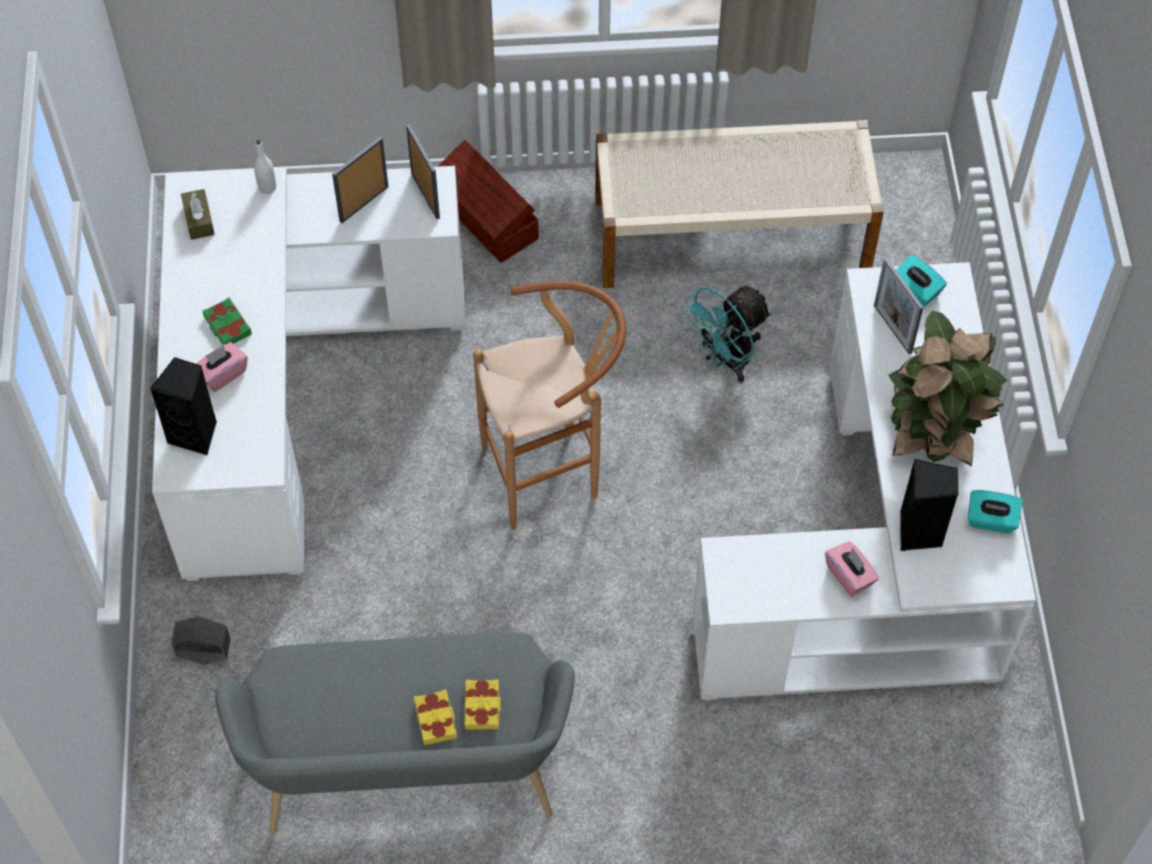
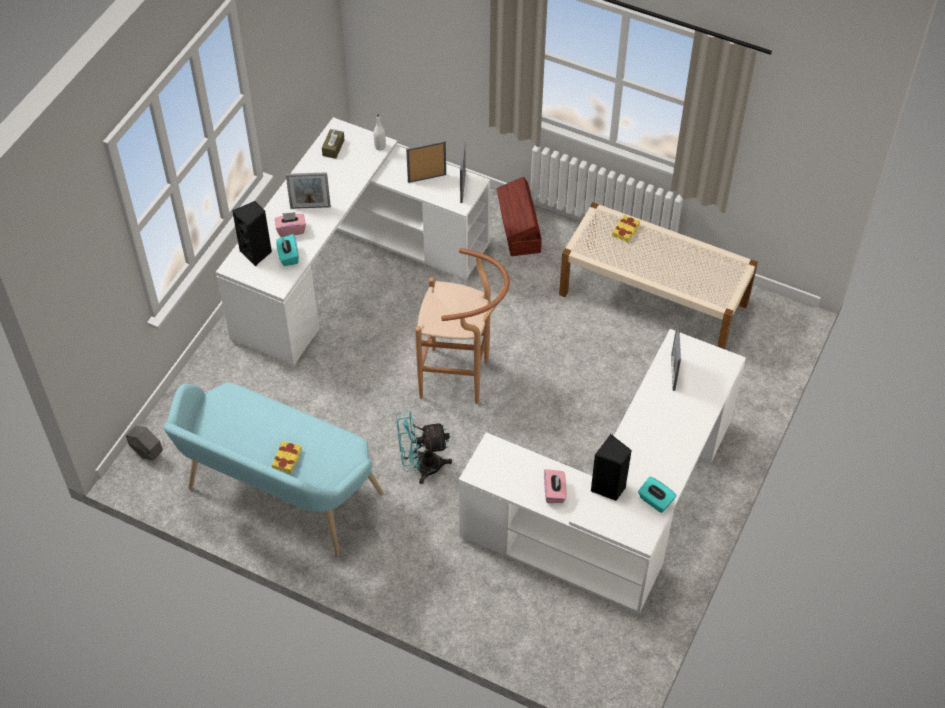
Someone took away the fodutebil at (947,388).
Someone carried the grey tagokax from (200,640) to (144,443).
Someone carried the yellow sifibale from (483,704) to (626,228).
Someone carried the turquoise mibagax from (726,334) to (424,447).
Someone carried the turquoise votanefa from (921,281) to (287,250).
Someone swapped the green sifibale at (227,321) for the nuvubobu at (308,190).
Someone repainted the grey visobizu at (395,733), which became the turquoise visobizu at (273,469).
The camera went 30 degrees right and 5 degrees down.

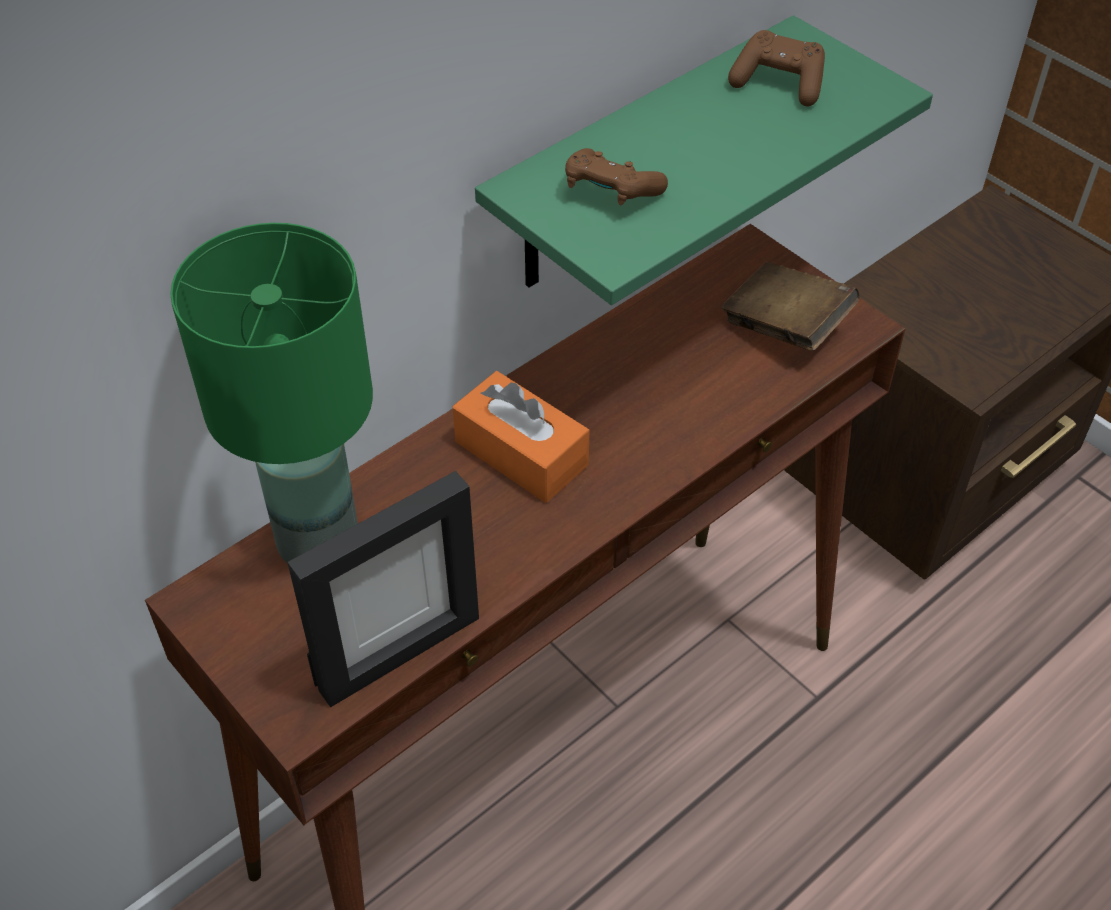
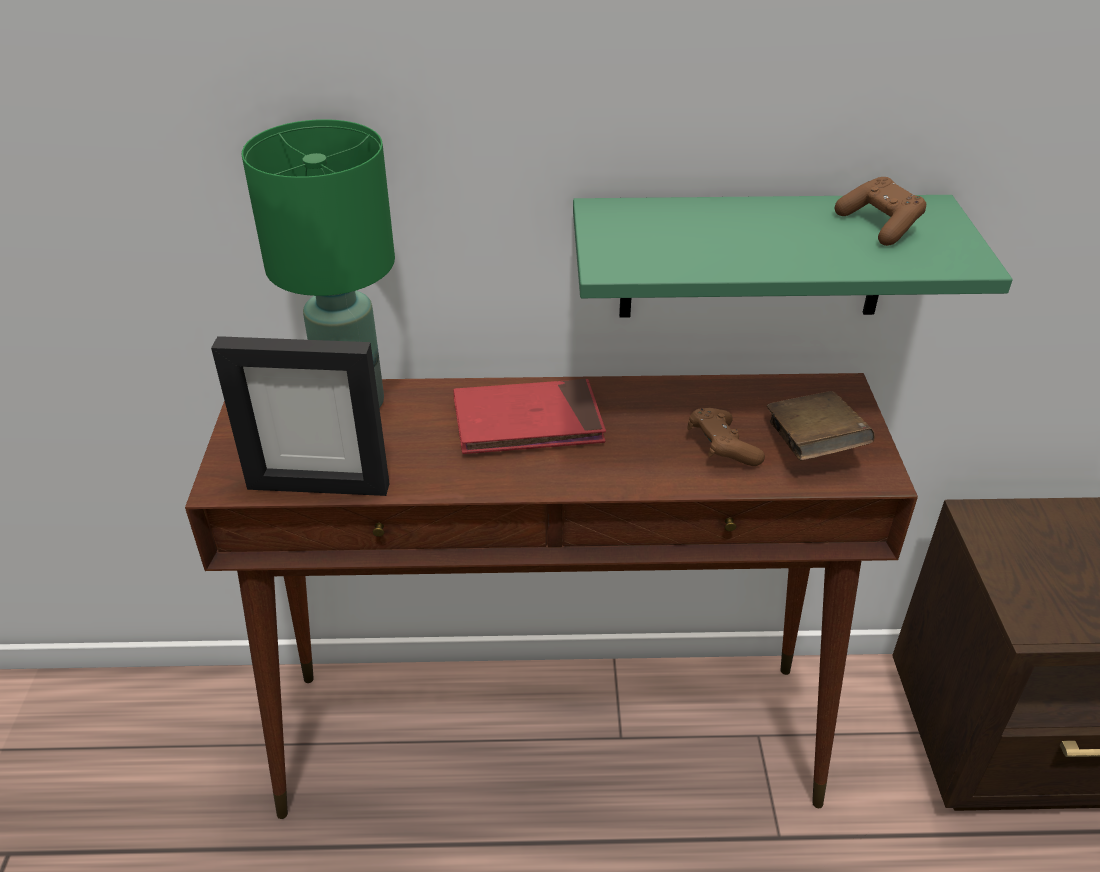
Someone carried the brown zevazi from (616,176) to (726,437).
Someone swapped the orange votanefa at (521,437) for the red sifibale at (529,416).
The camera went 40 degrees right and 10 degrees down.

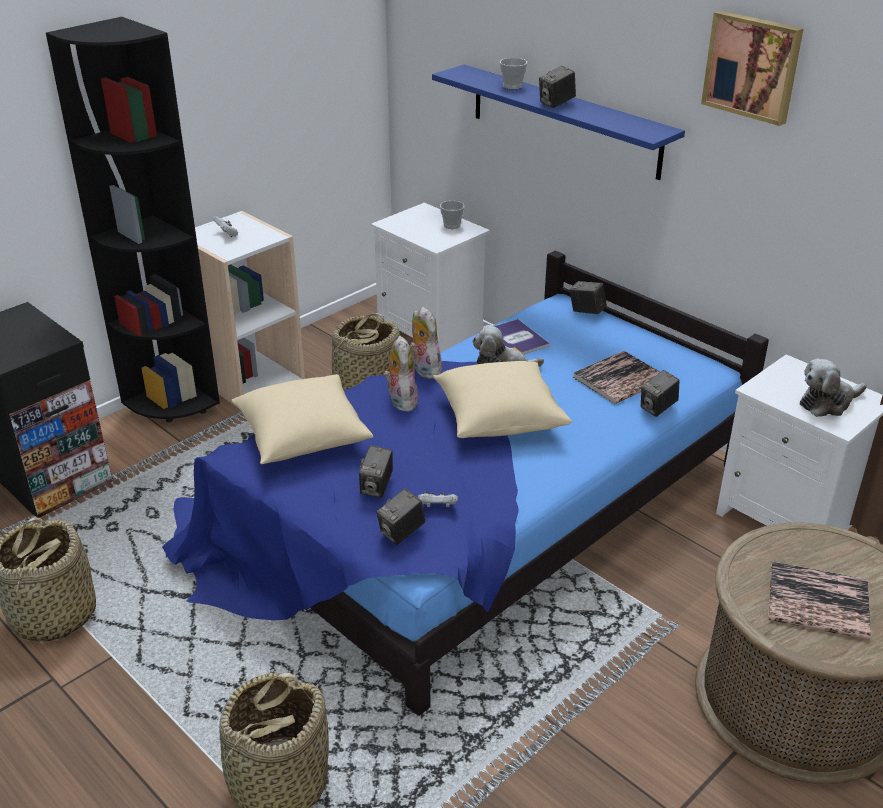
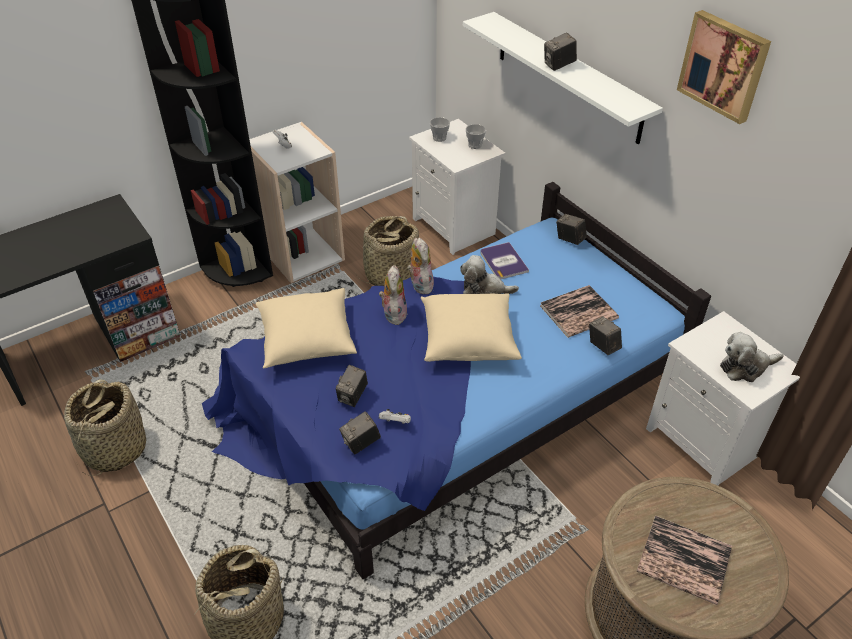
Someone carried the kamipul from (513,73) to (440,129).
Someone repainted the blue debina at (558,122), which became the white debina at (563,78).
Someone rotated the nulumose at (660,393) by 90 degrees clockwise.
The camera went 10 degrees right and 10 degrees up.

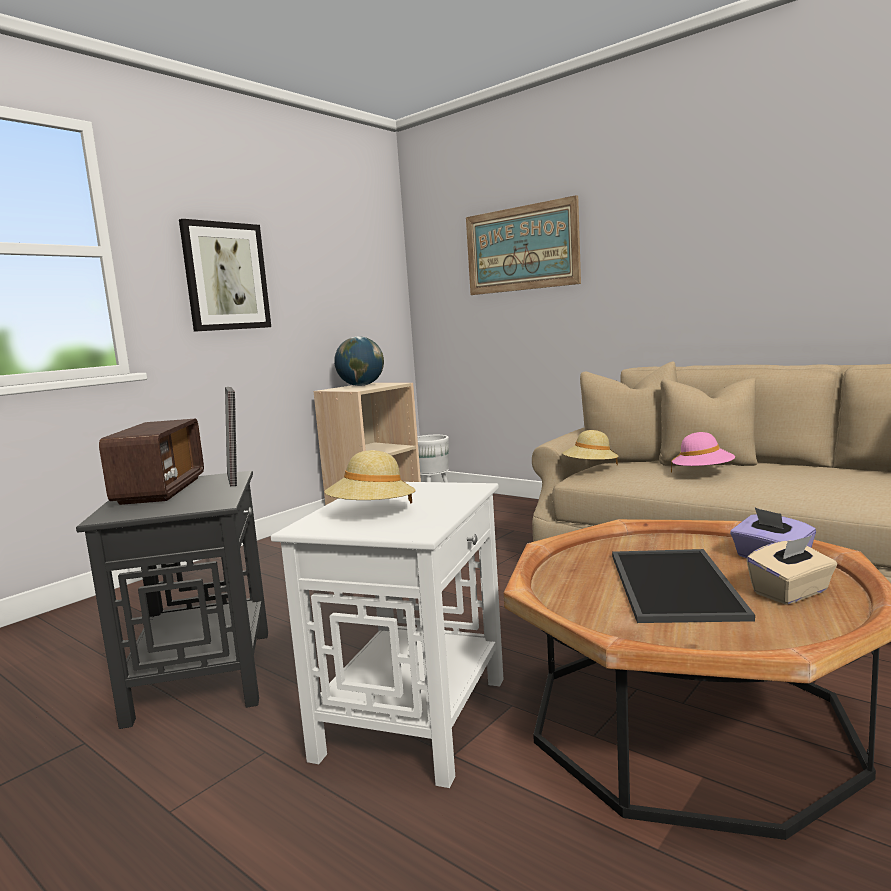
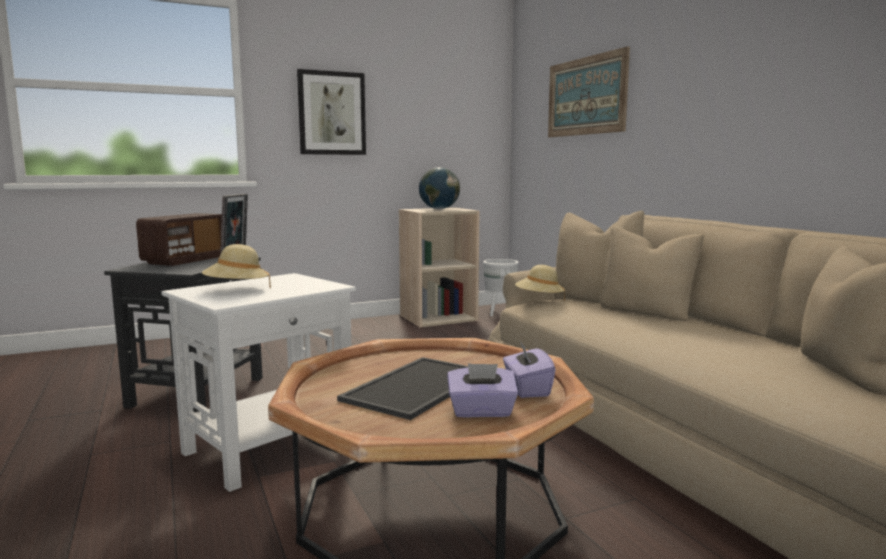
Someone took away the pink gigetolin at (703,452).
Someone repainted the beige votanefa at (791,570), which became the purple votanefa at (482,390).
The camera went 25 degrees right and 0 degrees up.

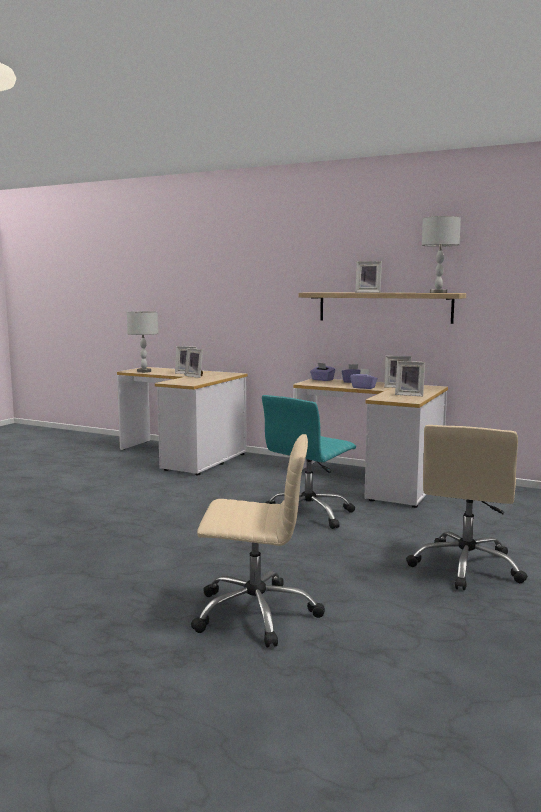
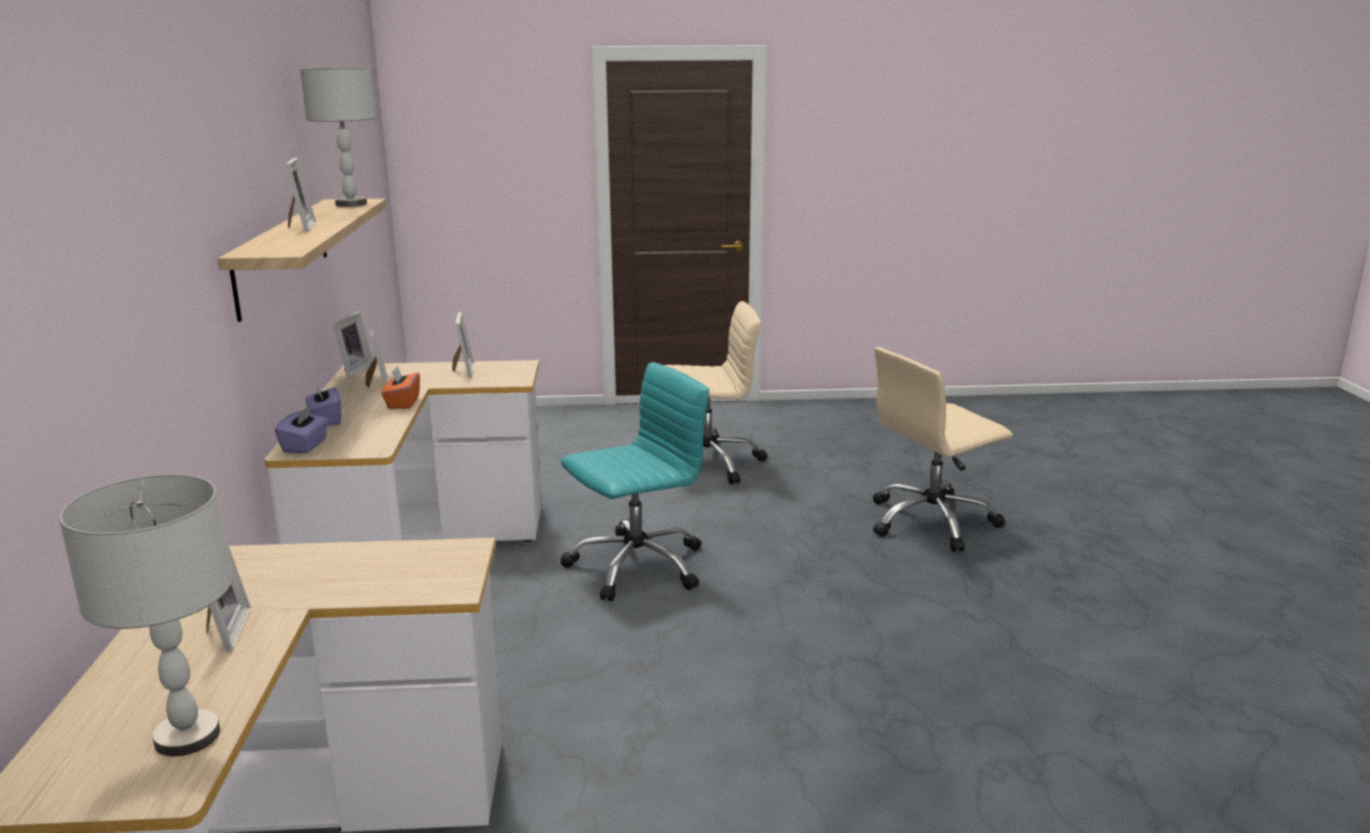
Someone carried the nuvubobu from (193,363) to (353,345).
Someone repainted the purple votanefa at (364,379), which became the orange votanefa at (401,387).
Someone rotated the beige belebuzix at (258,541) by 90 degrees counterclockwise.
Someone rotated the turquoise belebuzix at (309,462) by 45 degrees counterclockwise.
The camera went 120 degrees left and 10 degrees up.

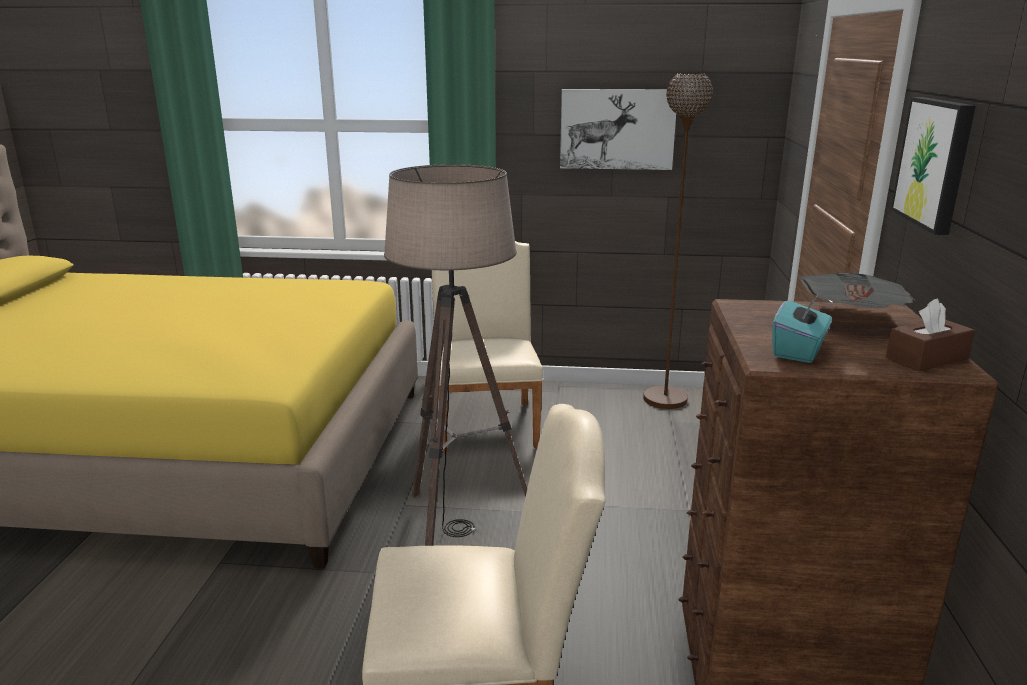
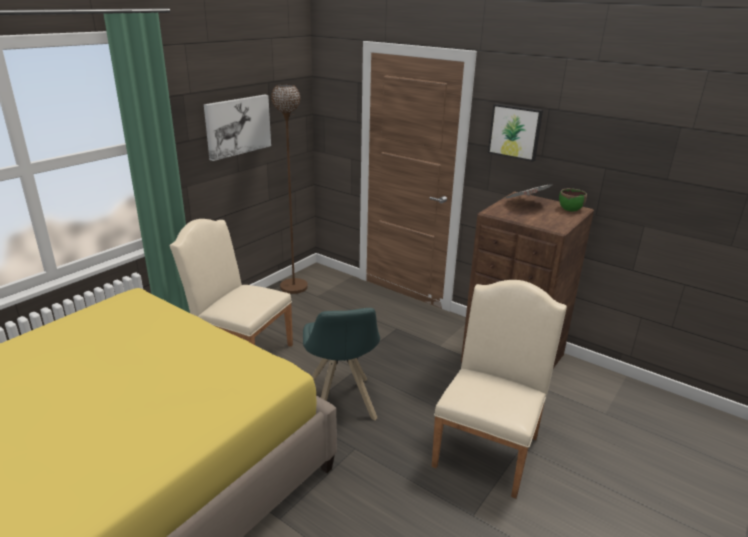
Someone took away the turquoise votanefa at (802,328).
Someone swapped the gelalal at (455,355) for the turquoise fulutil at (341,364).
Someone swapped the brown votanefa at (930,334) for the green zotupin at (573,199).
The camera went 60 degrees left and 5 degrees up.

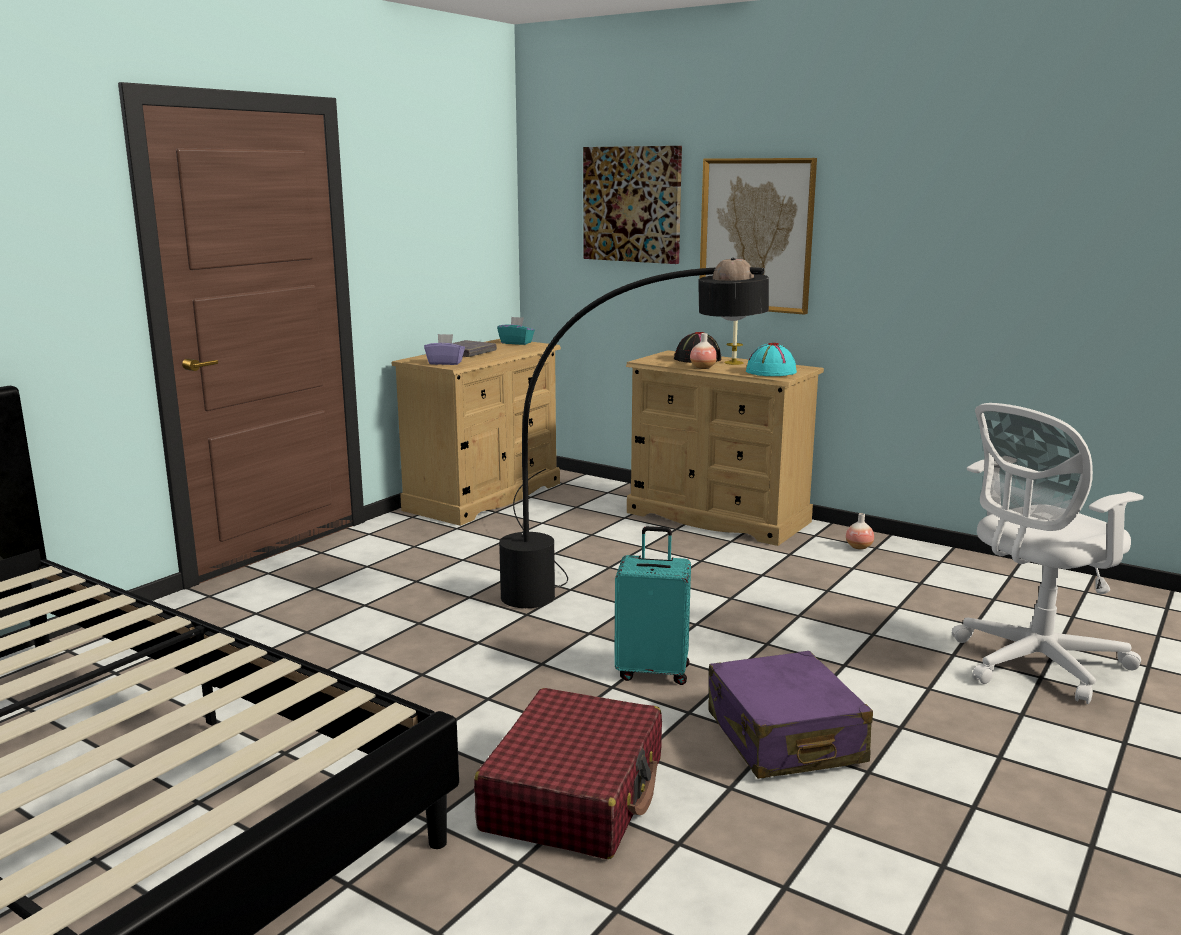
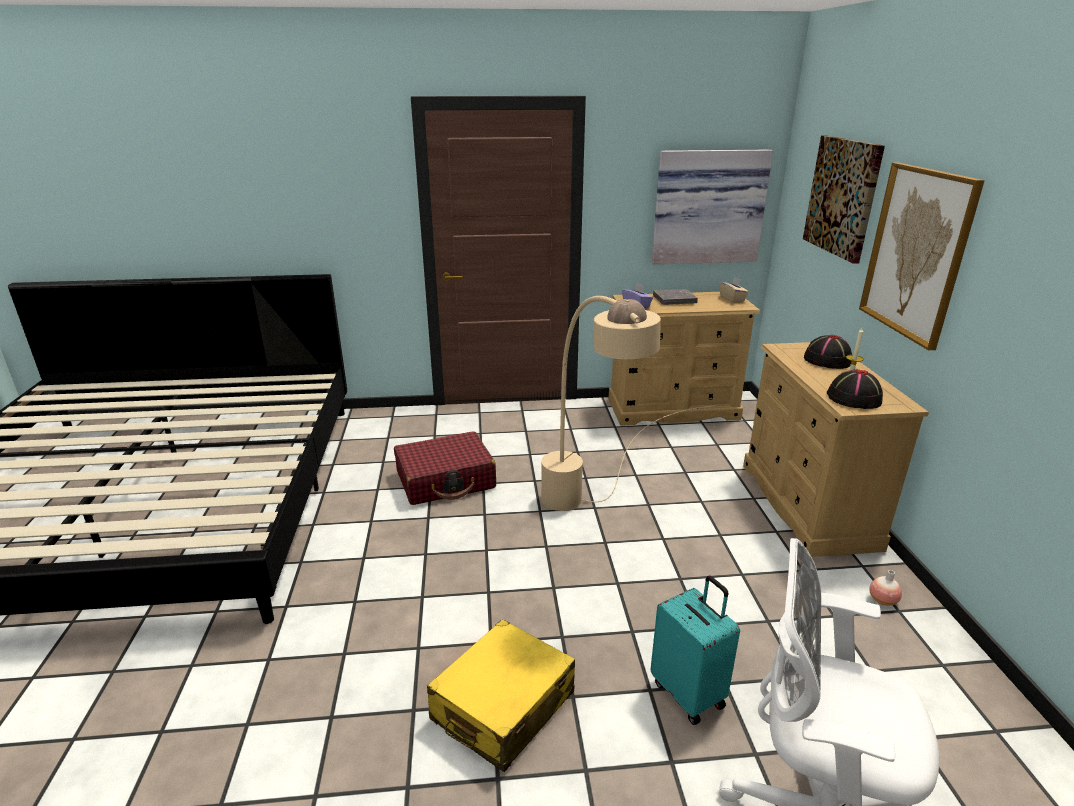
Someone took away the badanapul at (703,351).
Someone put up the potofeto at (712,206).
Someone carried the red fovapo from (568,773) to (445,468).
Someone carried the turquoise fovapo from (652,605) to (695,650).
Someone repainted the turquoise votanefa at (516,331), which became the beige votanefa at (733,290).
Someone repainted the black gelalal at (634,433), which became the beige gelalal at (627,403).
Someone repainted the purple fovapo at (790,715), which became the yellow fovapo at (501,695).
Someone repainted the turquoise gigetolin at (771,359), which became the black gigetolin at (855,389).
The camera went 50 degrees right and 10 degrees up.

